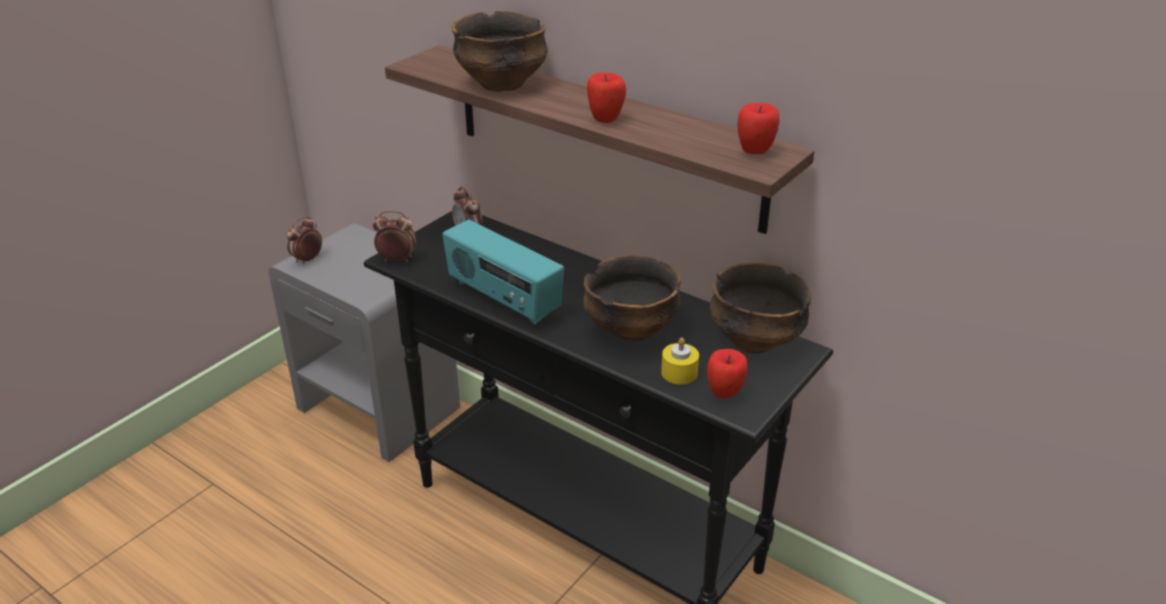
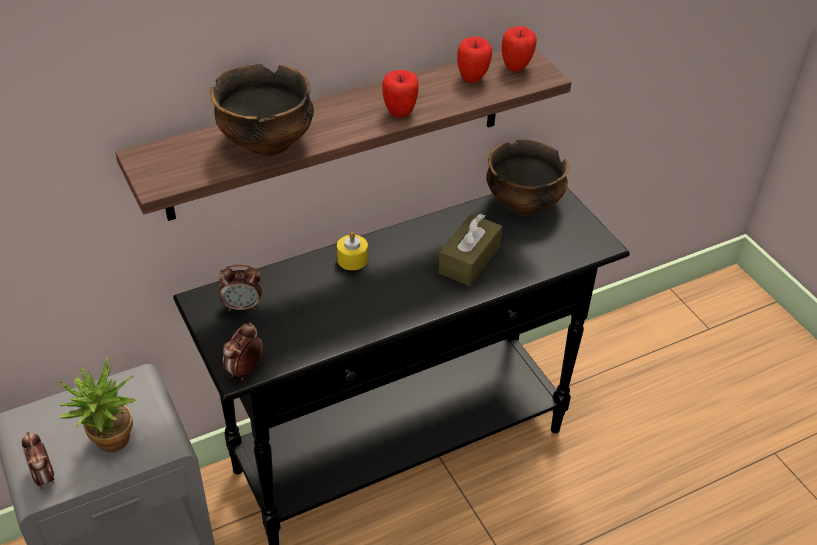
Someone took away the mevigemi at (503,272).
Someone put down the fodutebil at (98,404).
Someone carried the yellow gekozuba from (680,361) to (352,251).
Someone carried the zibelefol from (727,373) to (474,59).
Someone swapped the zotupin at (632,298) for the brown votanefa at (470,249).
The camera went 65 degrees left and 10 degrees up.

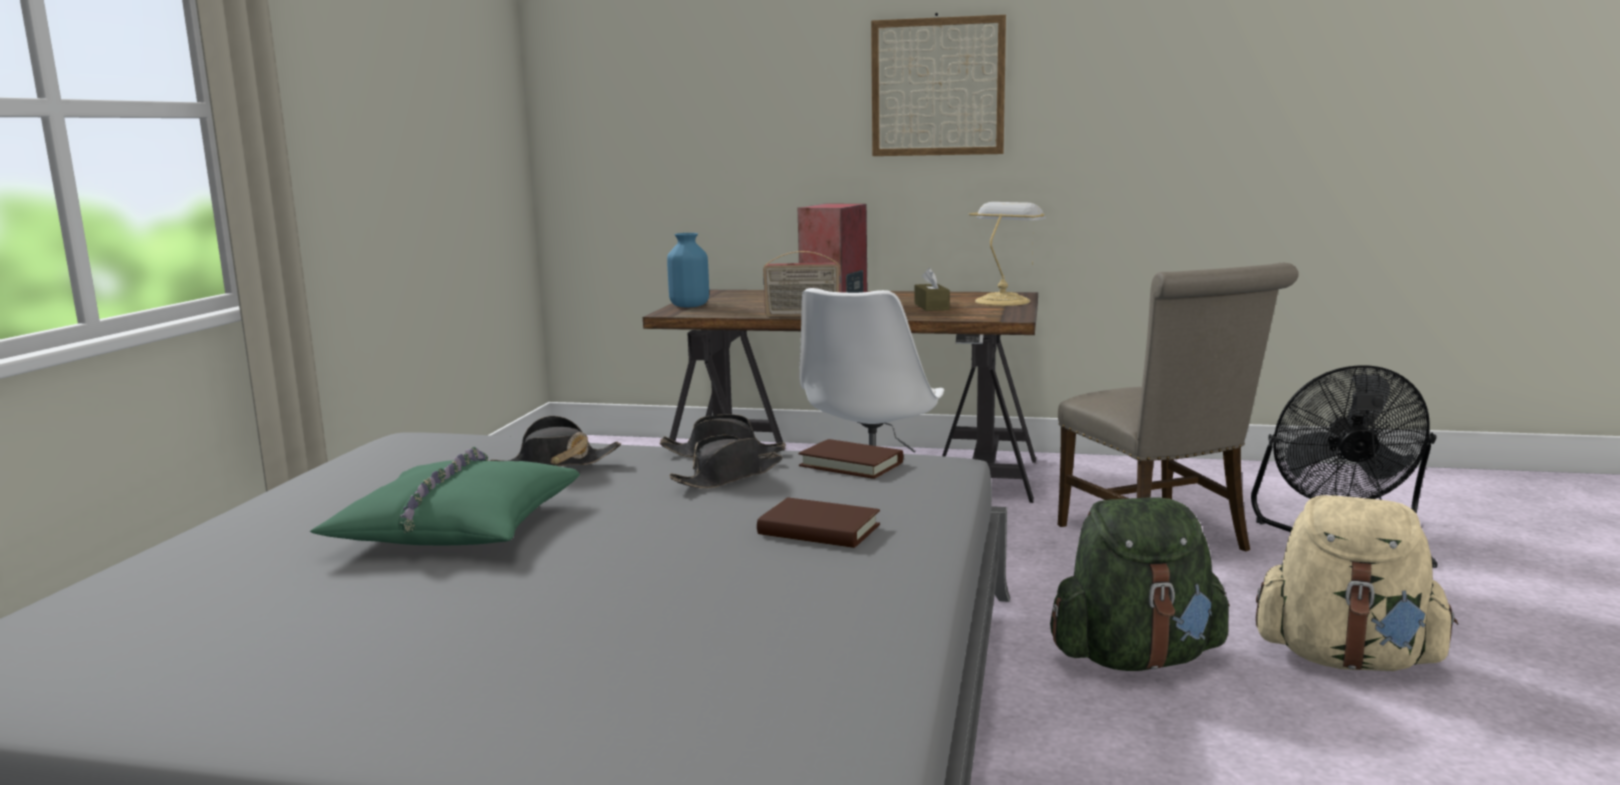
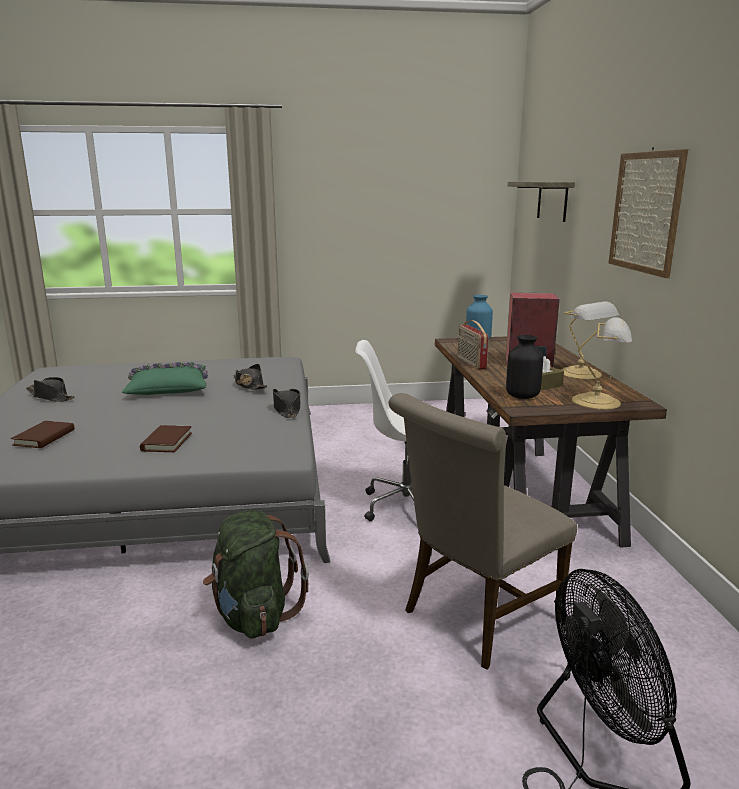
Someone took away the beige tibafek at (1357,583).
Someone put down the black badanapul at (524,367).
Someone put up the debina at (541,202).
Someone put down the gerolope at (590,340).
Someone carried the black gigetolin from (725,462) to (50,389).
Someone carried the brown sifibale from (851,459) to (42,434).
The camera went 70 degrees right and 5 degrees up.

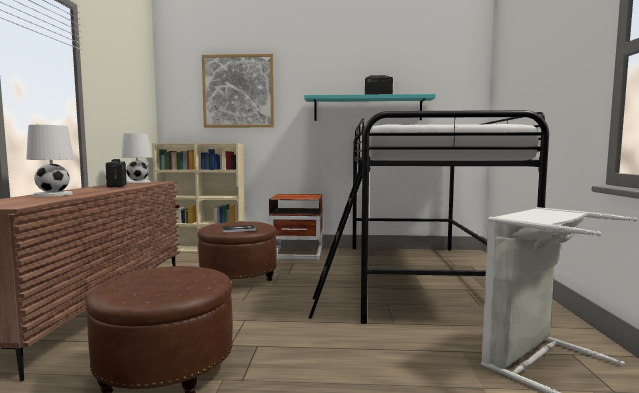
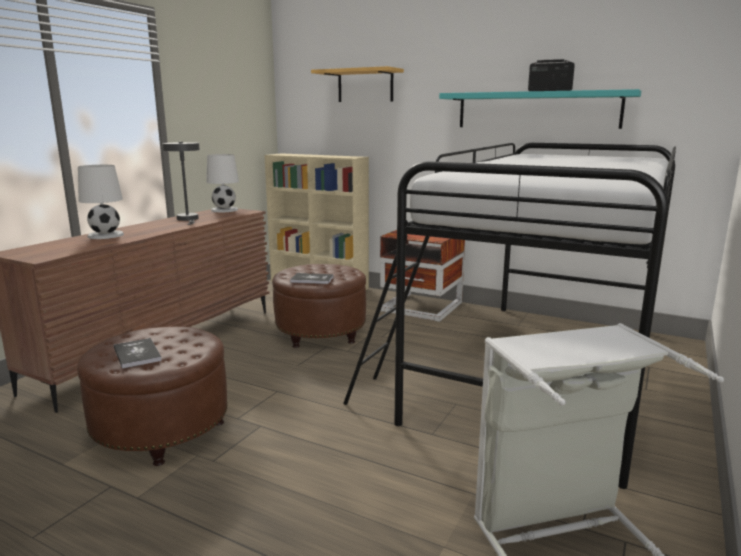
Someone put down the sifibale at (138,353).
Someone swapped the mevigemi at (116,173) for the grey gerolope at (181,183).
Someone swapped the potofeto at (238,91) for the debina at (357,84).
The camera went 25 degrees right and 10 degrees up.

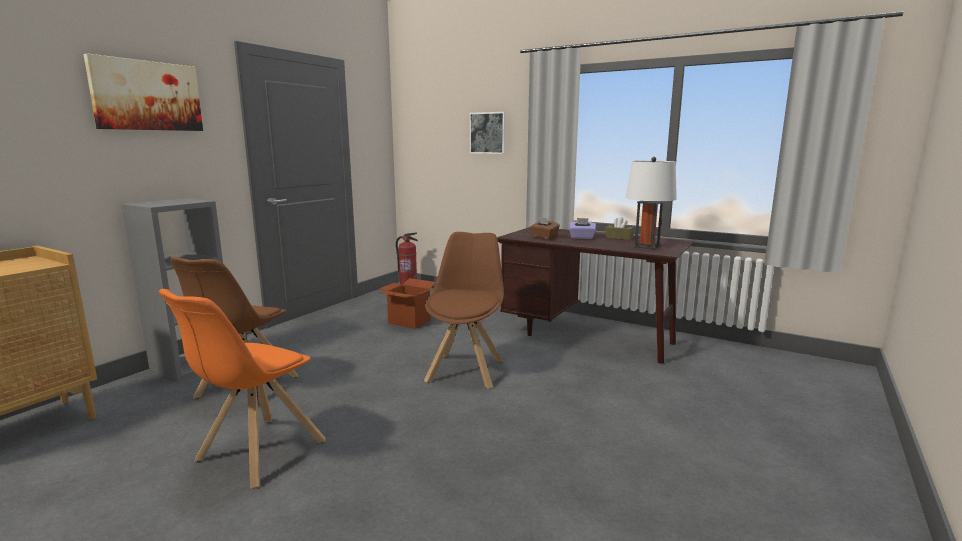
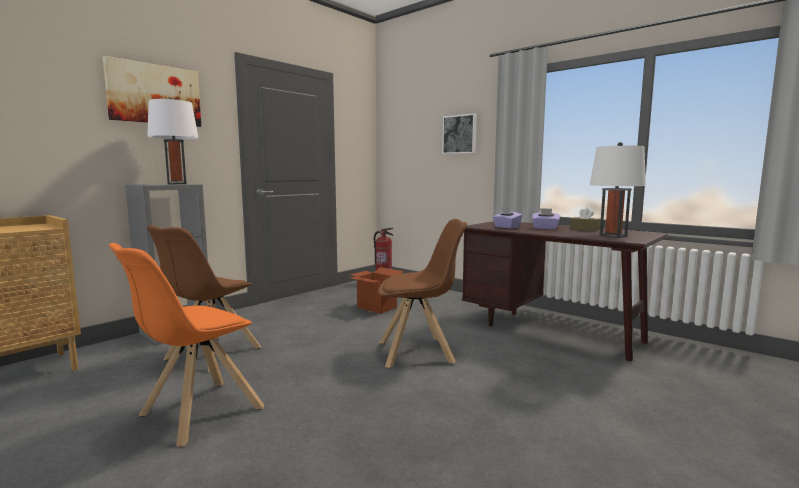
Someone put down the white gerolope at (172,141).
Someone repainted the brown votanefa at (545,228), which became the purple votanefa at (507,218).
Someone rotated the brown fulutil at (464,310) by 60 degrees clockwise.
The camera went 10 degrees right and 5 degrees down.

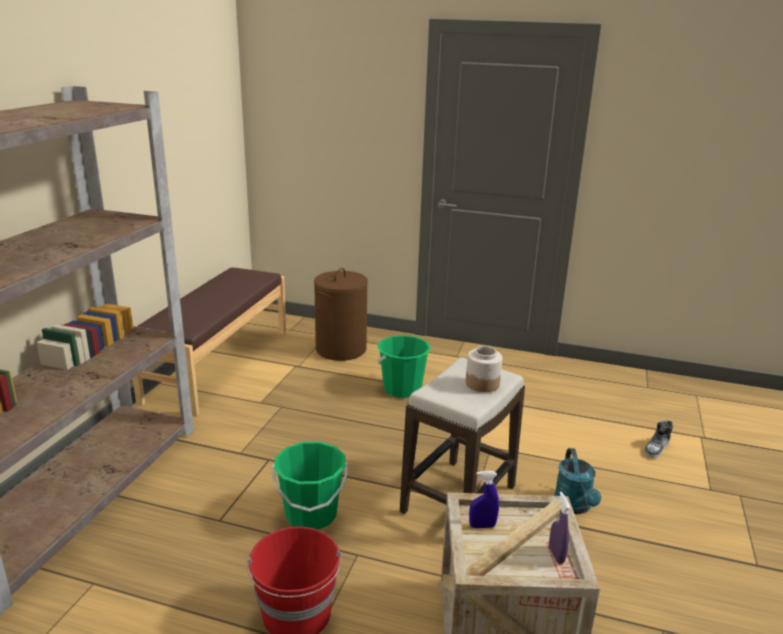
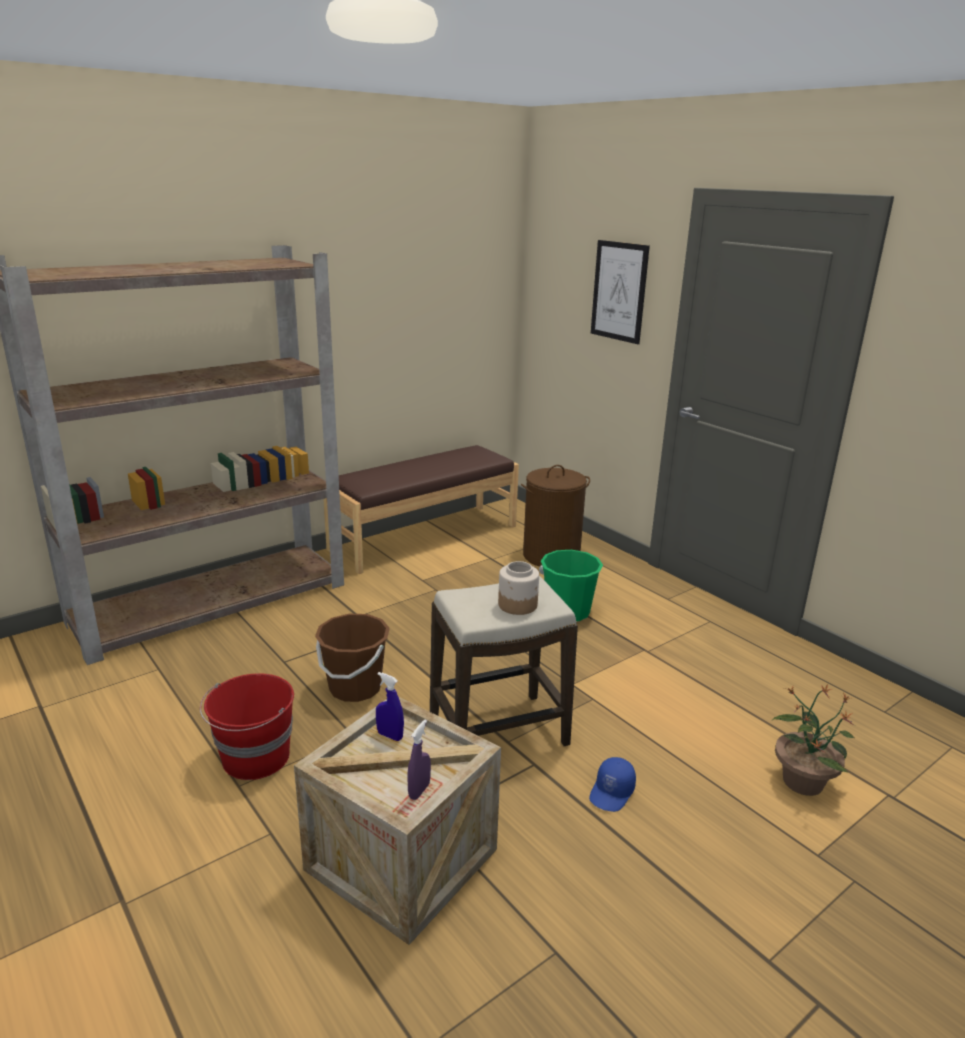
Someone put up the potofeto at (620,292).
Someone swapped the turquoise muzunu at (577,481) for the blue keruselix at (612,784).
Someone swapped the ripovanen at (659,439) for the fodutebil at (813,740).
Someone repainted the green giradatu at (309,486), which became the brown giradatu at (352,657).
The camera went 35 degrees right and 0 degrees up.

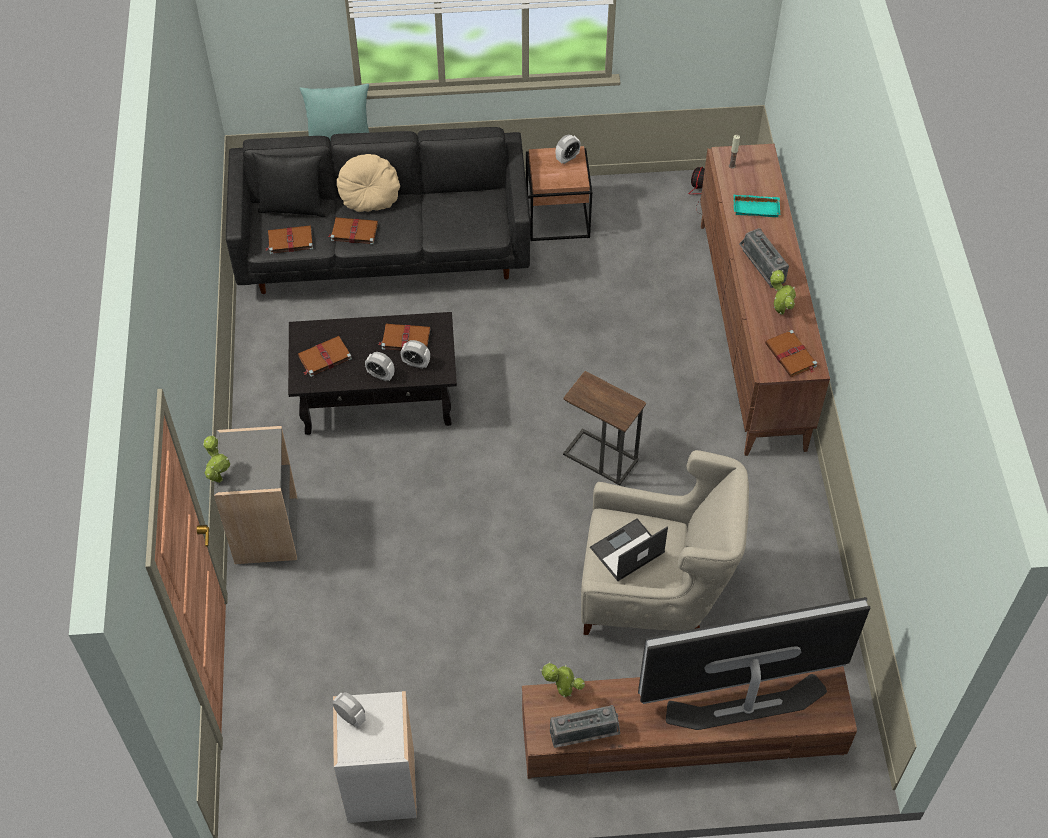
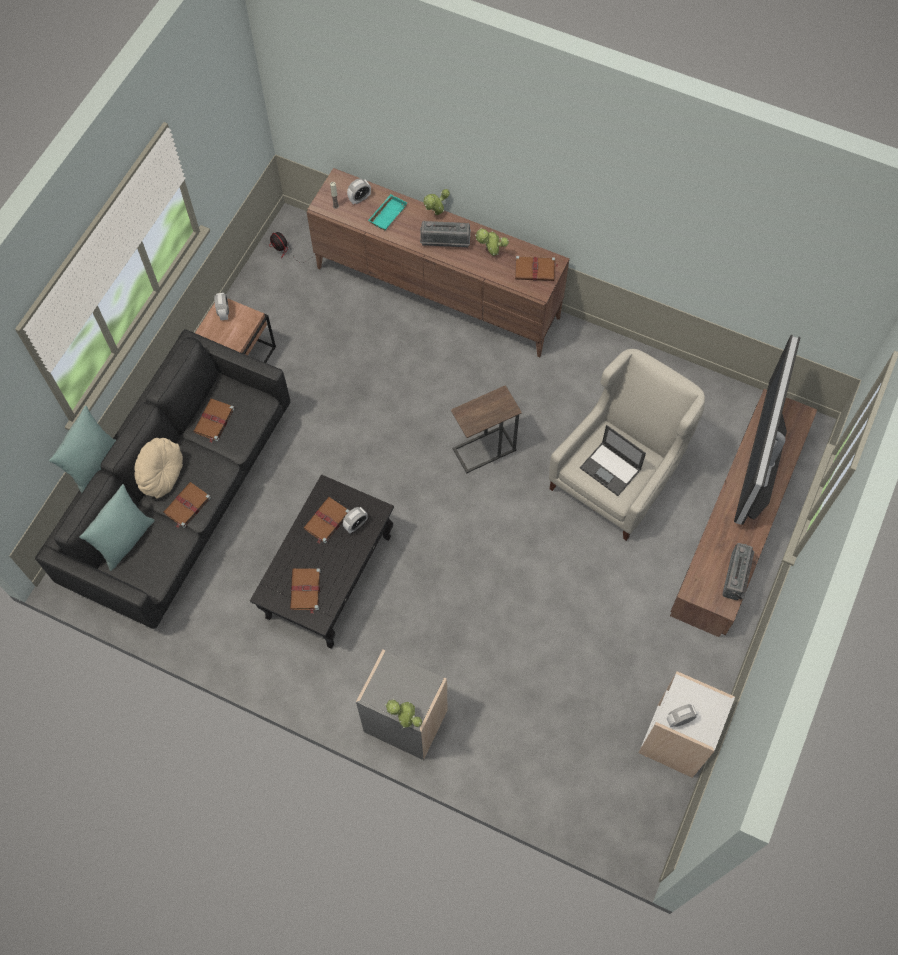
Someone carried the brown sifibale from (289,239) to (213,421).
Someone carried the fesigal from (379,366) to (359,191).
Someone carried the fodutebil from (562,679) to (437,202).
Someone repainted the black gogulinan at (288,185), which became the turquoise gogulinan at (117,527).
Someone rotated the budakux at (629,549) by 45 degrees counterclockwise.
The camera went 60 degrees left and 10 degrees up.

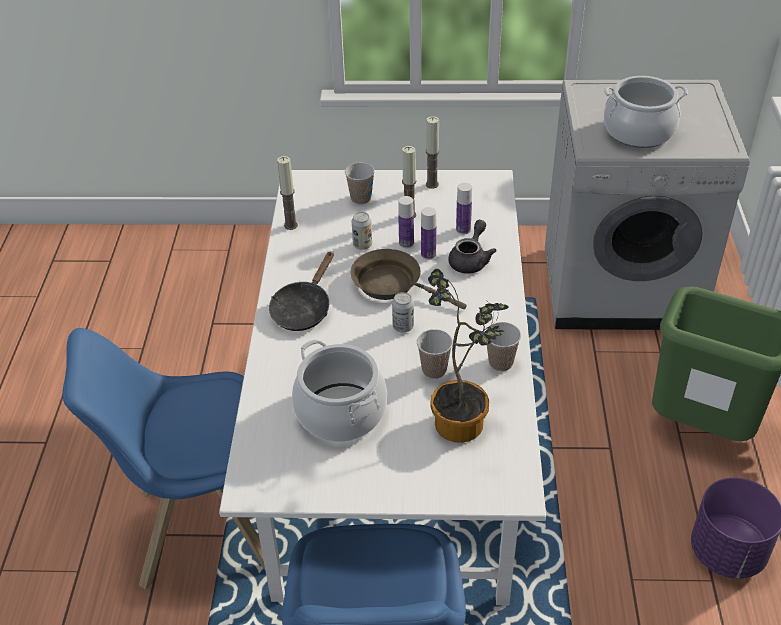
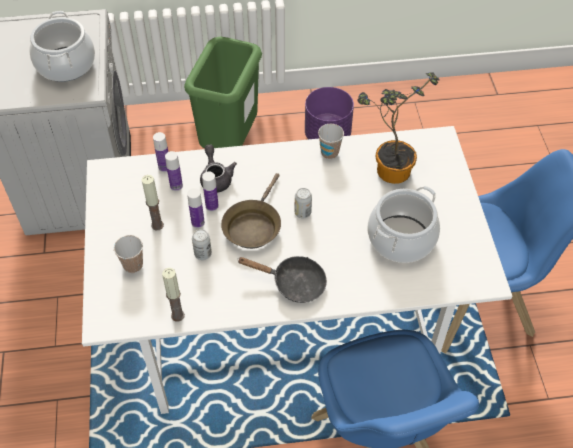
Someone took away the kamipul at (435,354).
Someone took away the gekozuba at (433,152).
Someone put down the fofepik at (160,152).
Someone rotated the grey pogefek at (472,247) by 60 degrees clockwise.
The camera went 100 degrees left and 10 degrees up.

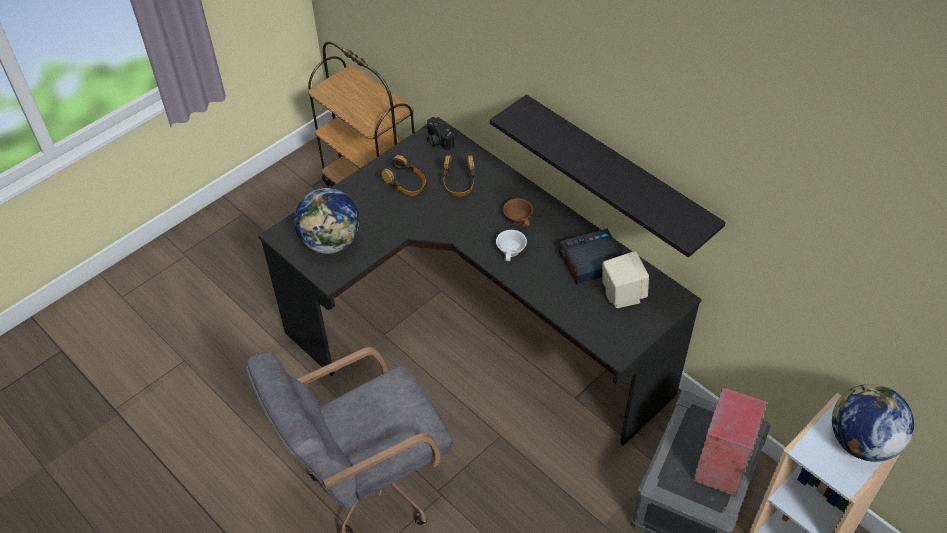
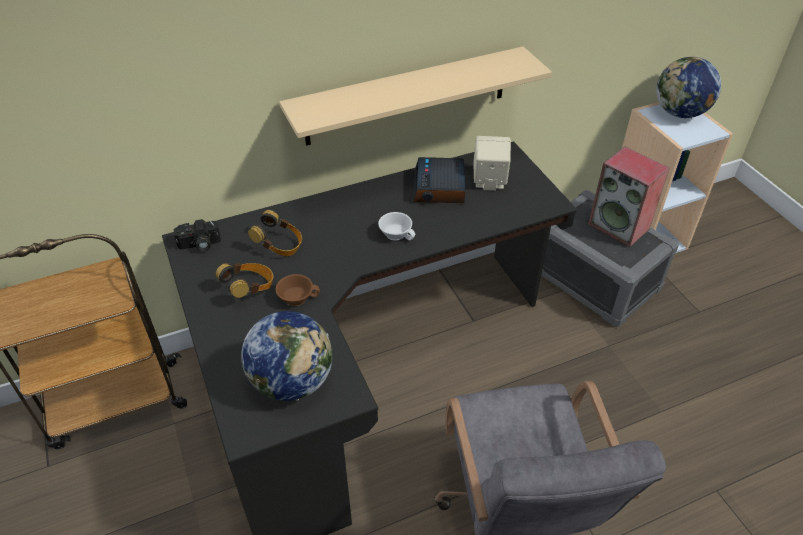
Someone carried the brown kamipul from (518,213) to (298,290).
Someone repainted the black debina at (608,176), which became the beige debina at (415,96).
The camera went 70 degrees left and 5 degrees down.

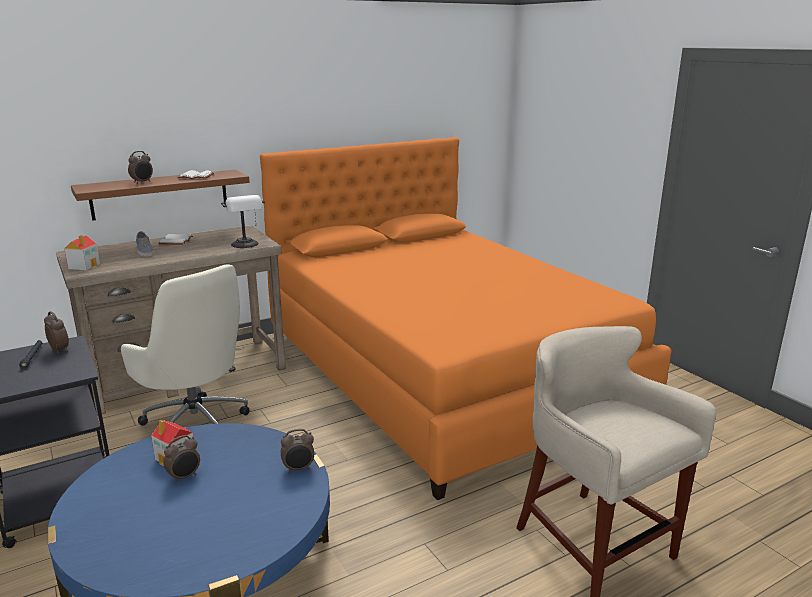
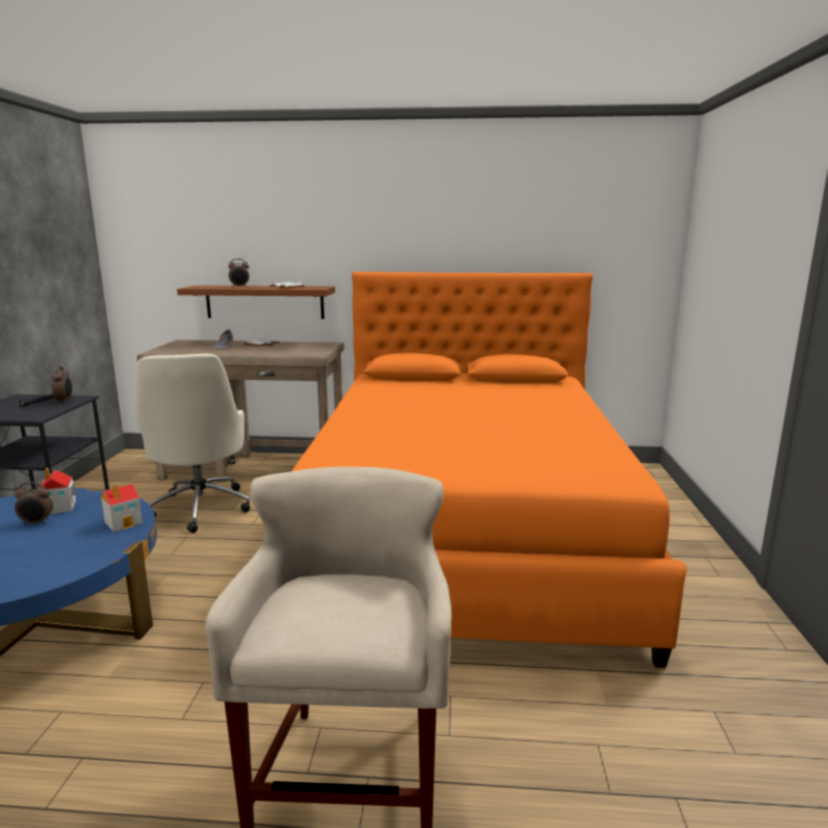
Someone took away the gerolope at (243,221).
Someone took away the fesigal at (297,451).
Someone carried the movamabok from (82,252) to (122,508).
The camera went 35 degrees right and 5 degrees down.

